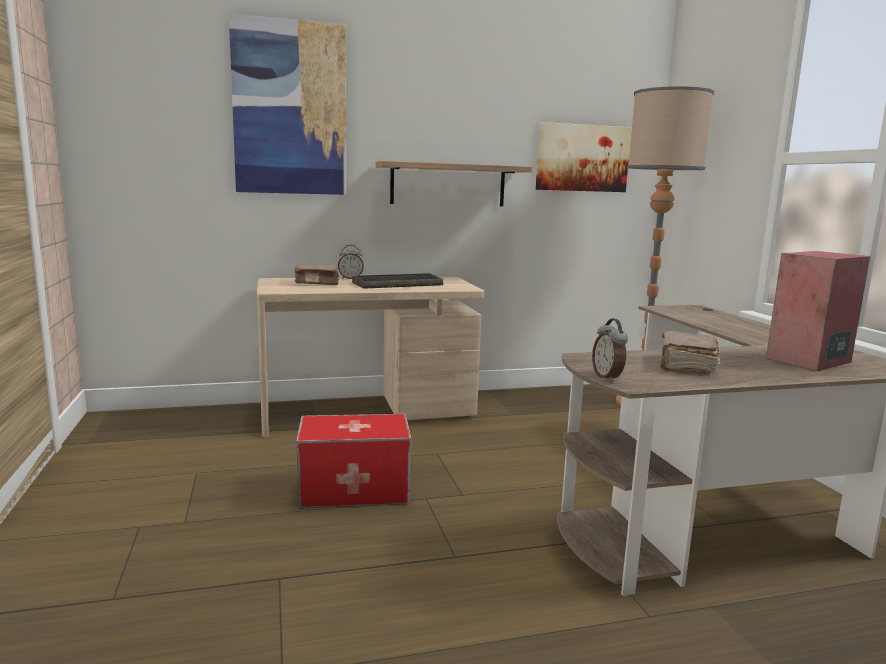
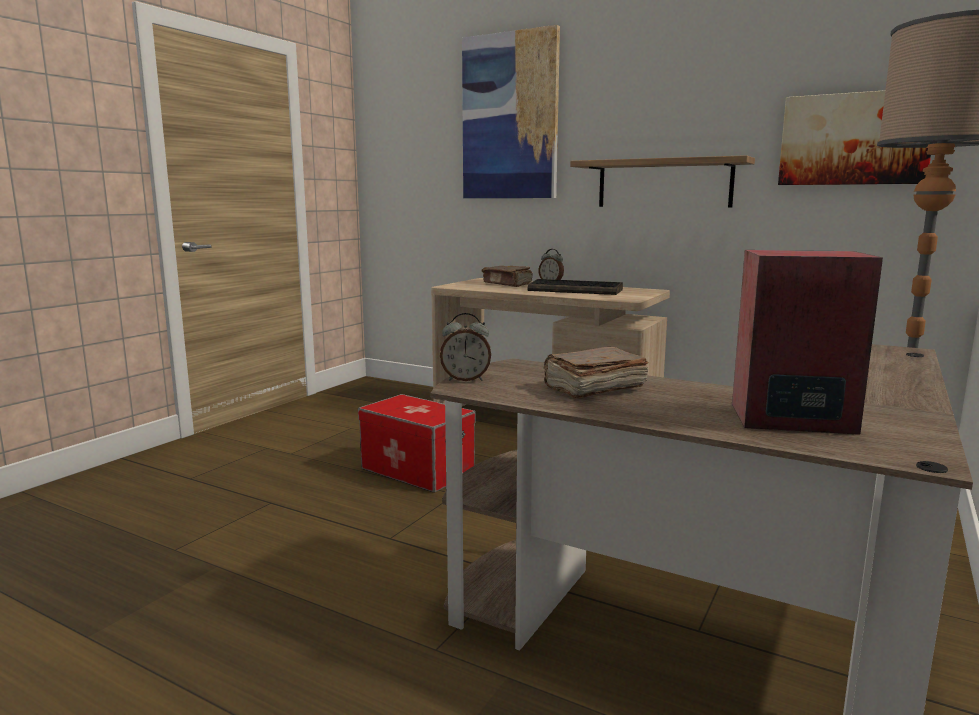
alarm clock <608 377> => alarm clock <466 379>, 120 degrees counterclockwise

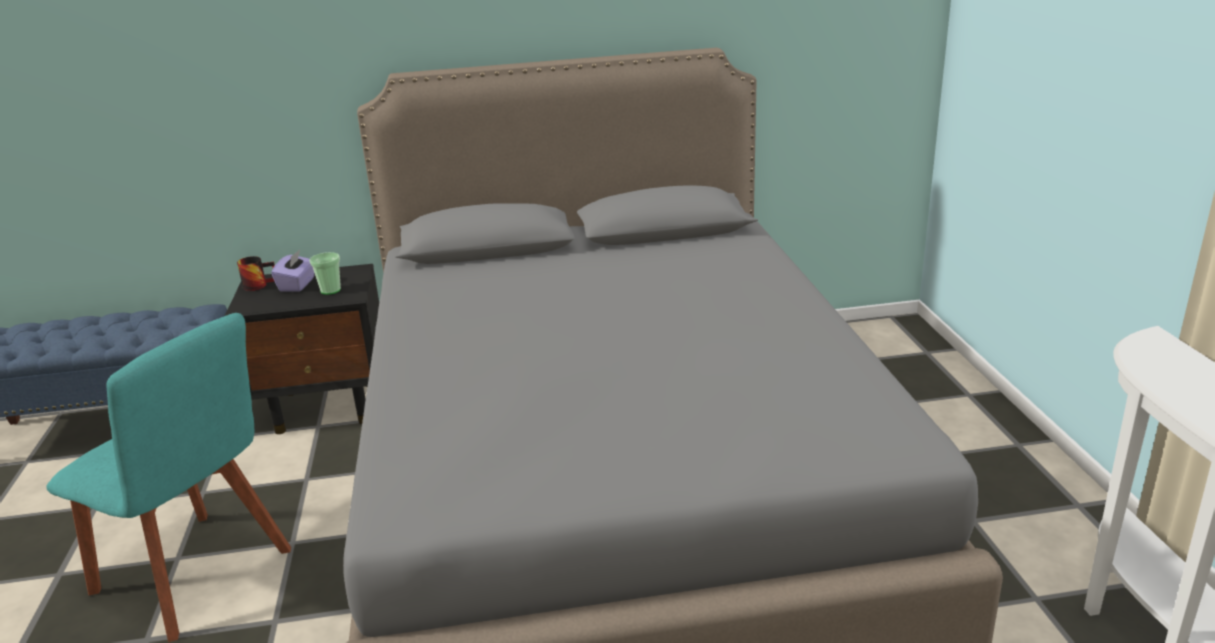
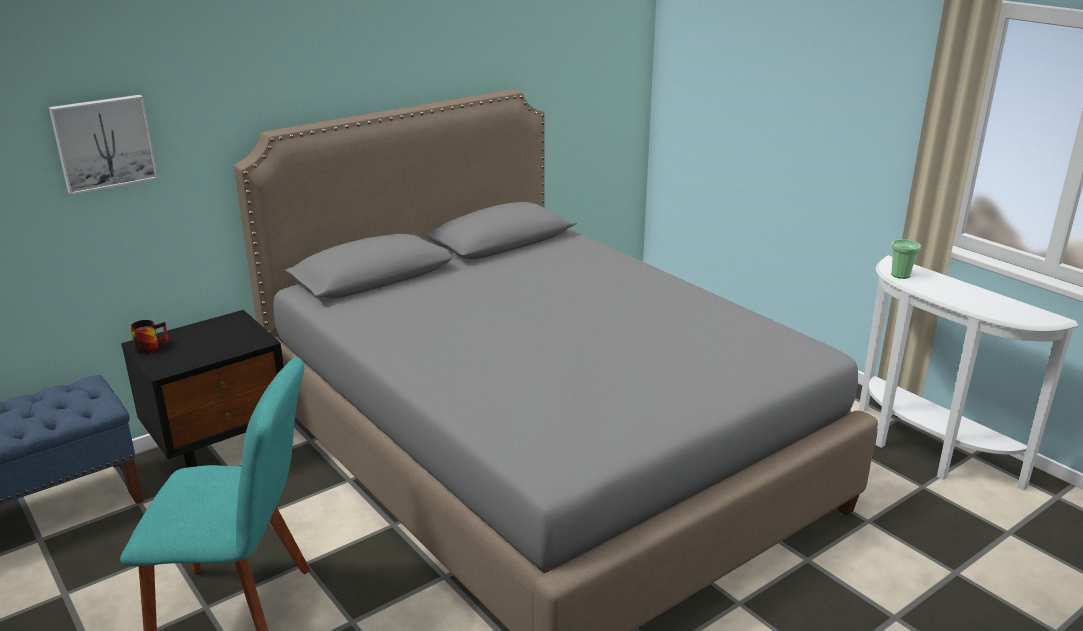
nothing => picture <103 143>
cup <330 290> => cup <900 275>, moved
purple tissue box <297 284> => nothing

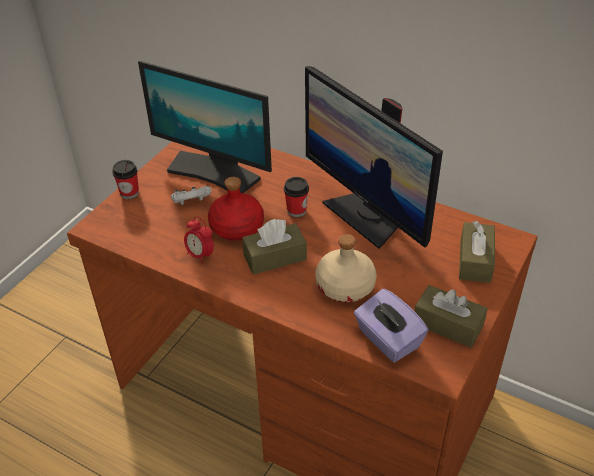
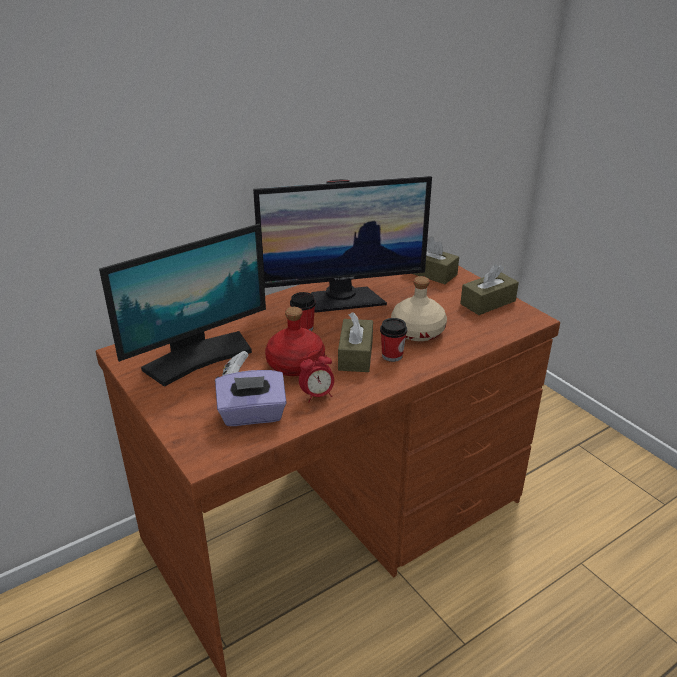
purple tissue box <388 340> => purple tissue box <252 415>, moved
cup <129 193> => cup <392 355>, moved

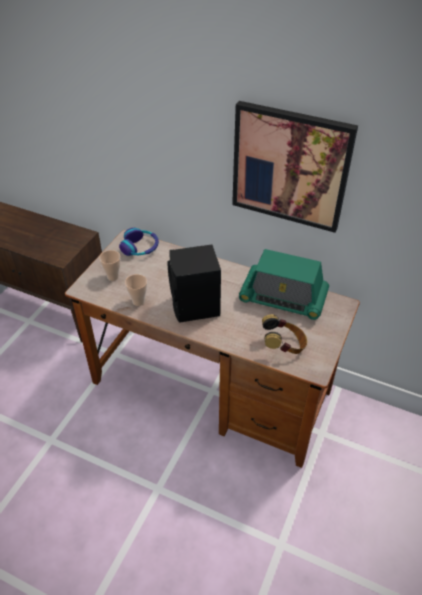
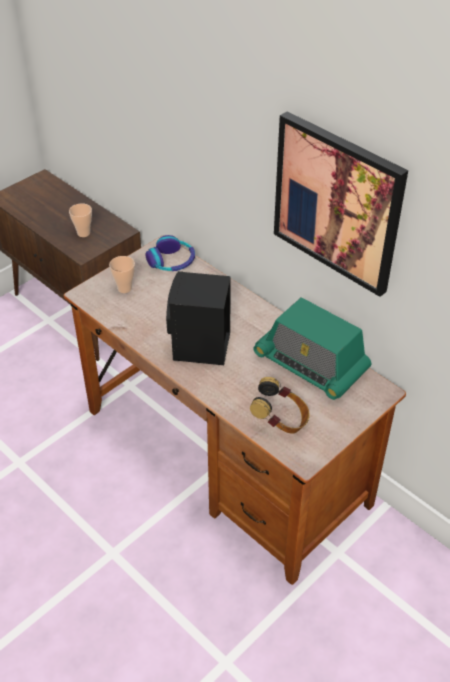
cup <138 301> => cup <83 233>, moved

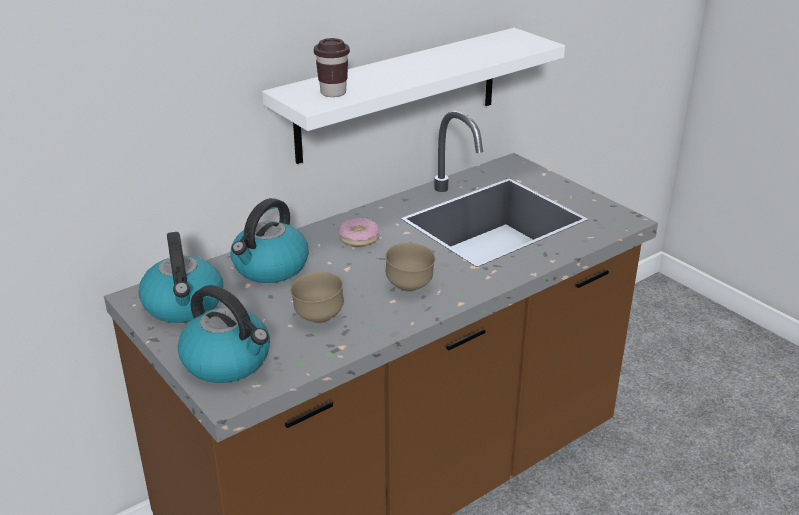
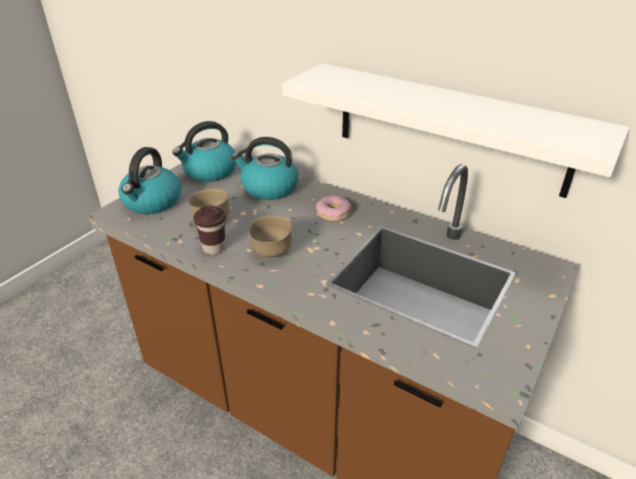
brown cup <333 93> => brown cup <214 248>, moved

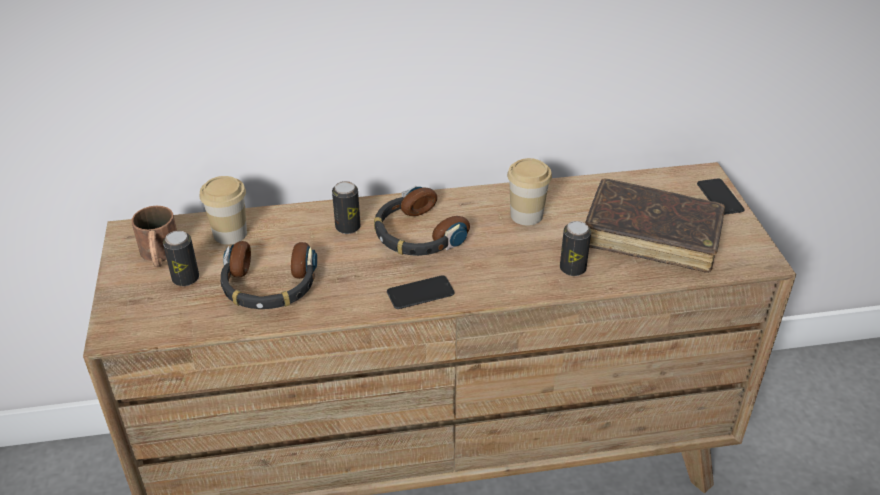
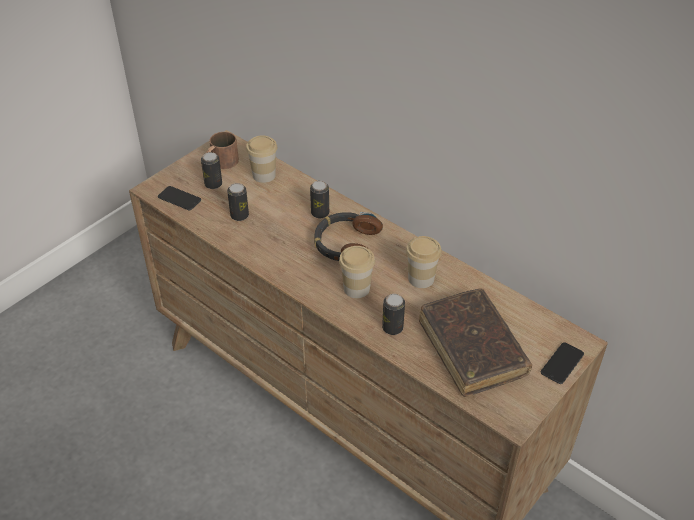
phone <420 293> => phone <179 199>, moved
headphones <269 286> => can <239 215>
nothing => cup <356 288>

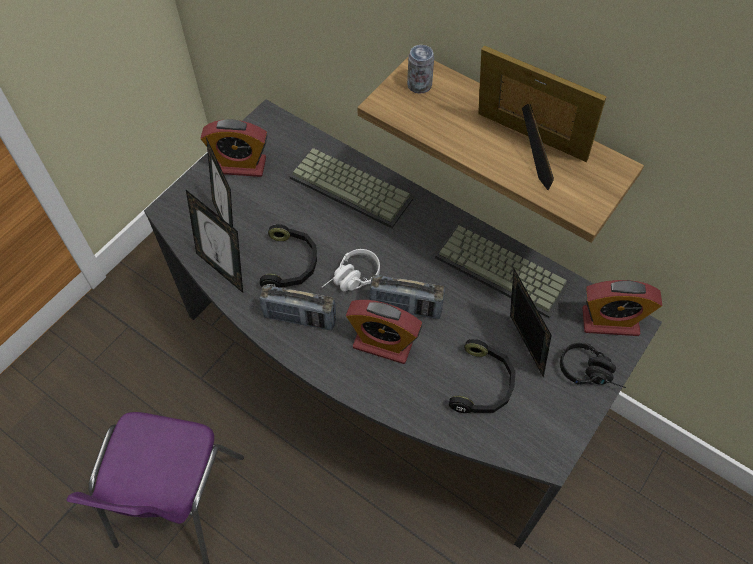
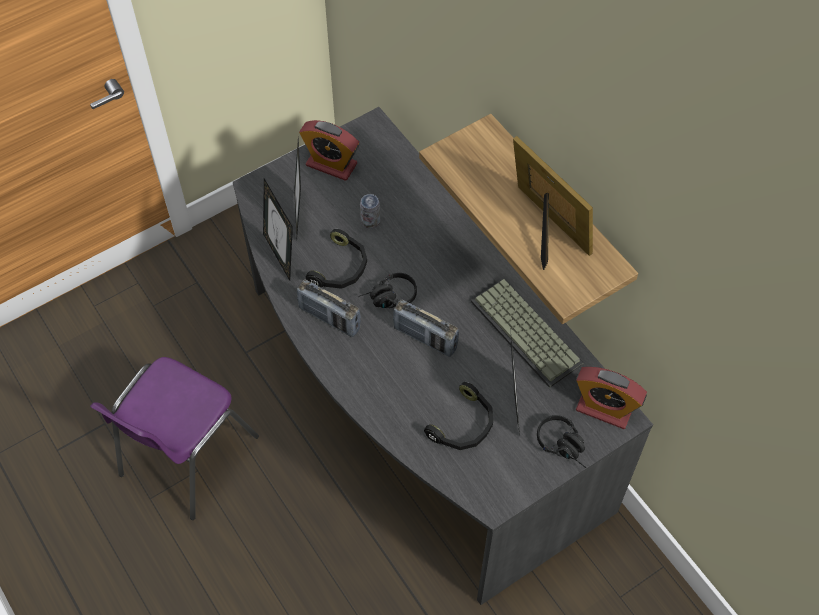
white headphones <351 280> => black headphones <388 299>
can <419 85> => can <370 221>, moved
keyboard <353 187> => nothing
alarm clock <383 343> => nothing

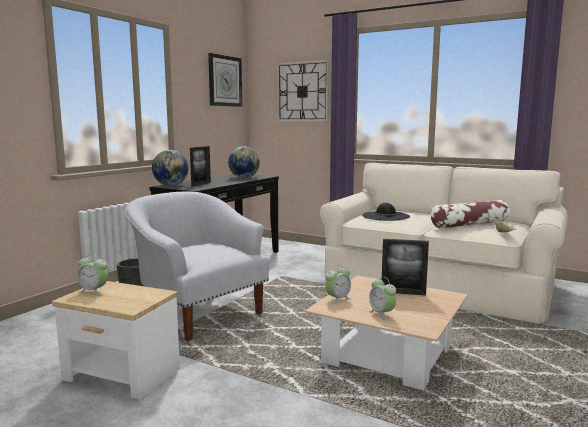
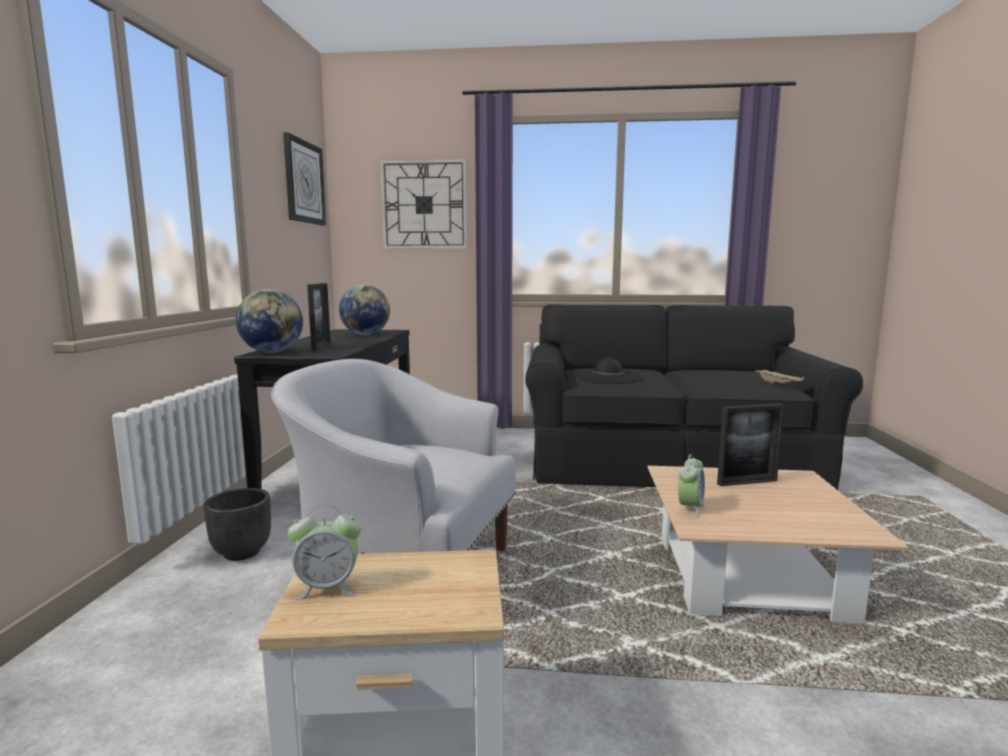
beige sofa <439 284> => black sofa <668 461>
alarm clock <381 314> => nothing
pillow <469 225> => nothing

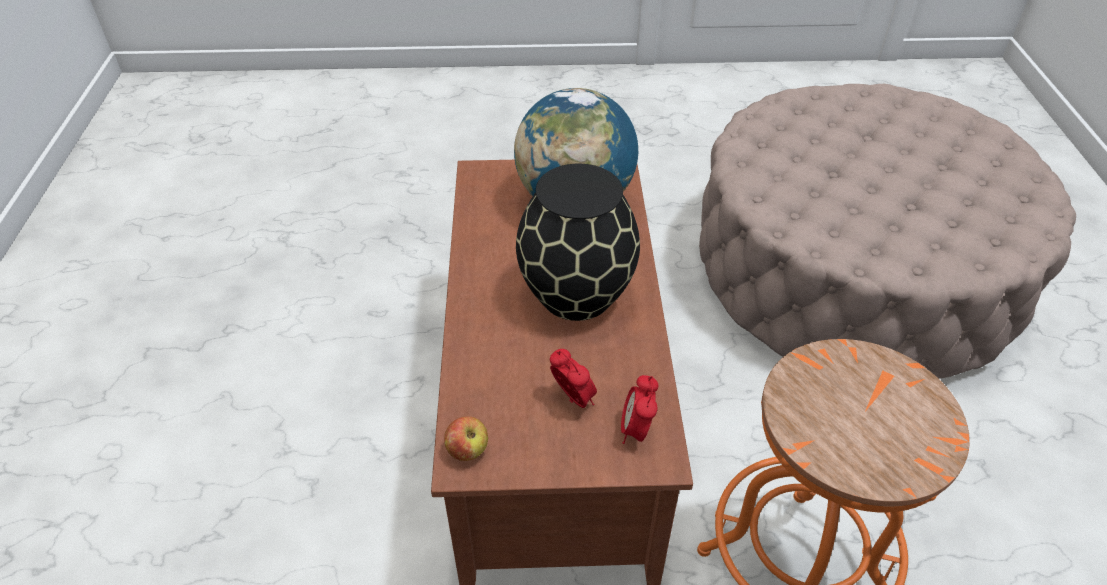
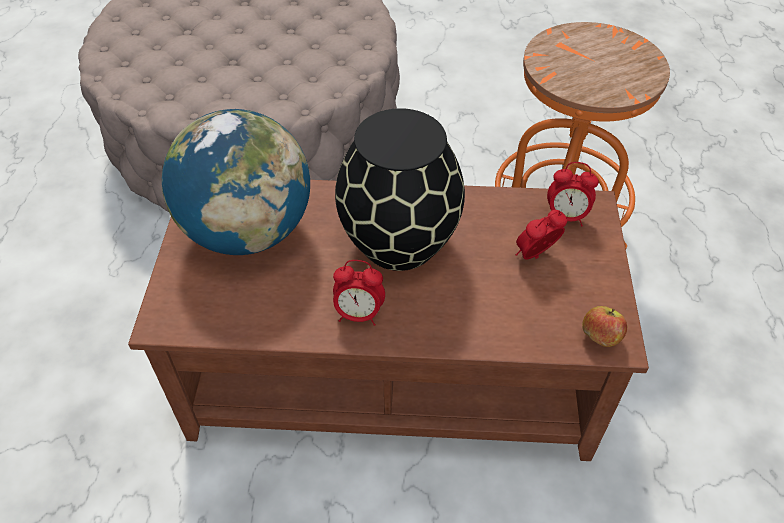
nothing => alarm clock <359 314>

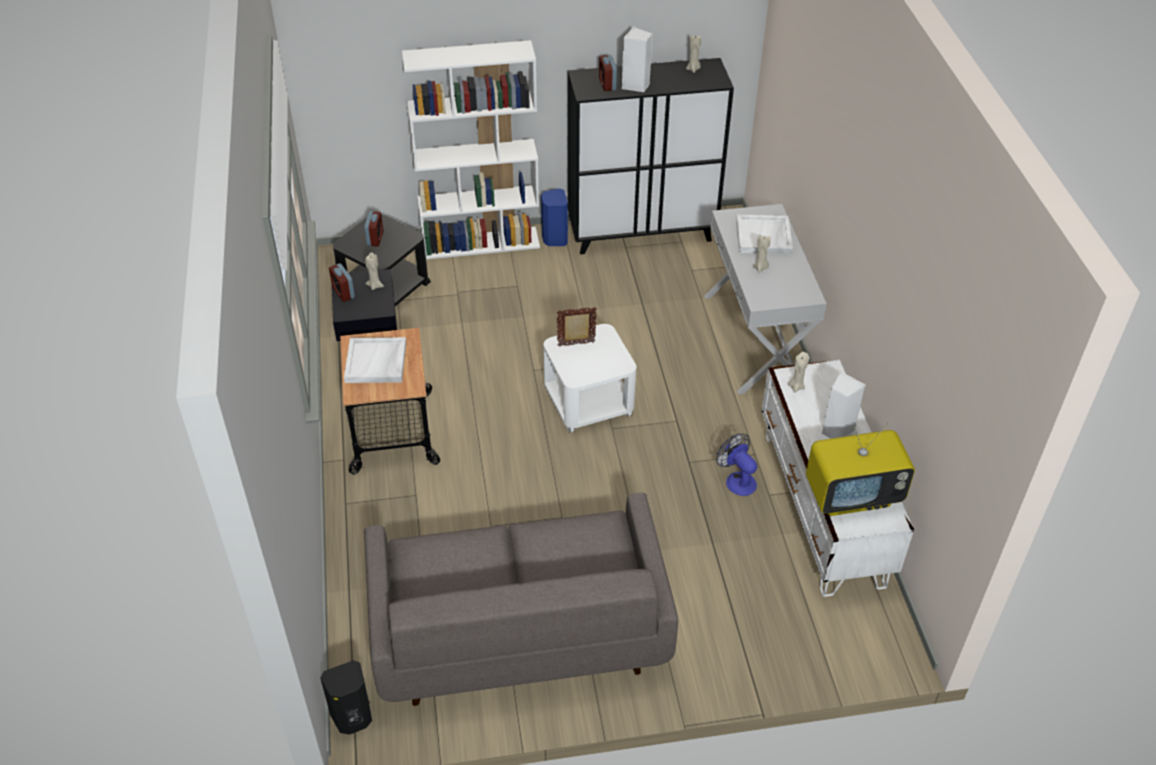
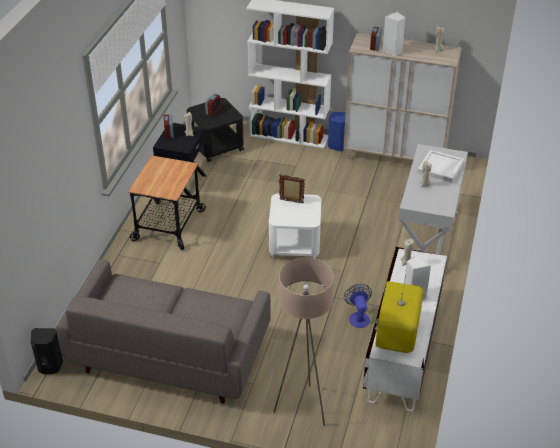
nothing => beige floor lamp <302 408>
black cabinet <642 233> => beige cabinet <395 157>
television <853 495> => television <397 335>, 90 degrees clockwise
white tray <376 363> => nothing

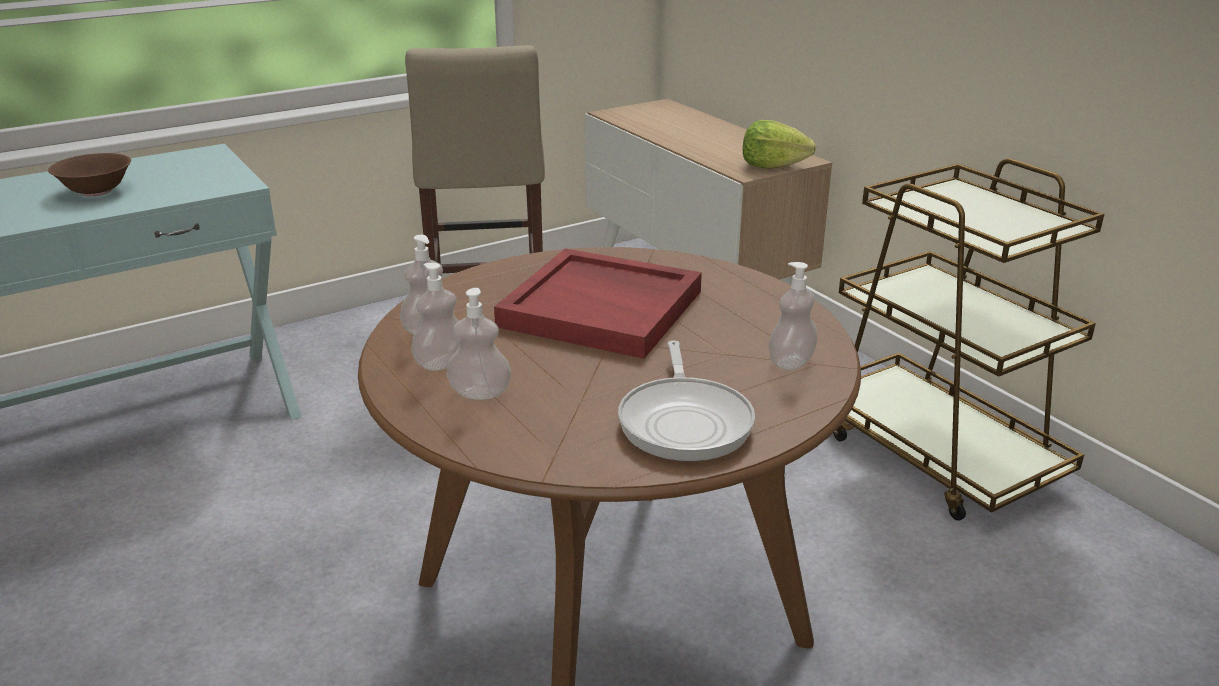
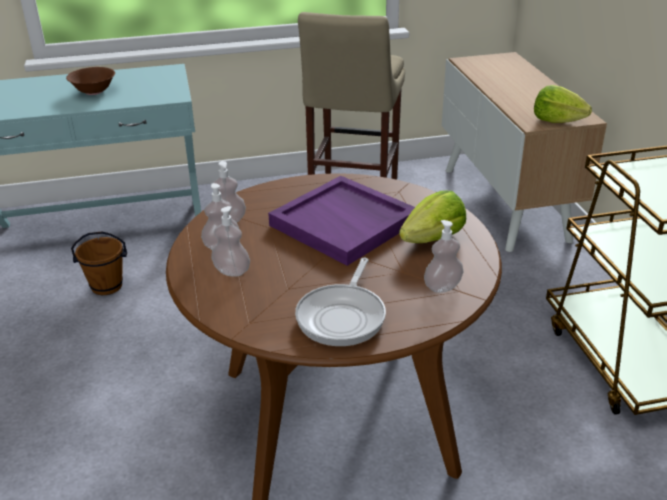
nothing => brown bucket <106 287>
red tray <603 308> => purple tray <345 223>
nothing => lettuce <433 239>

